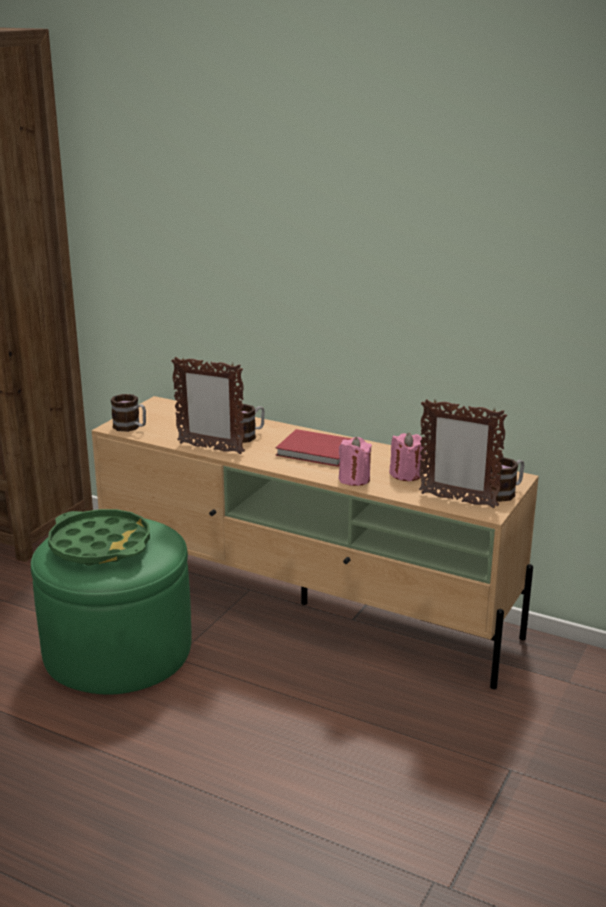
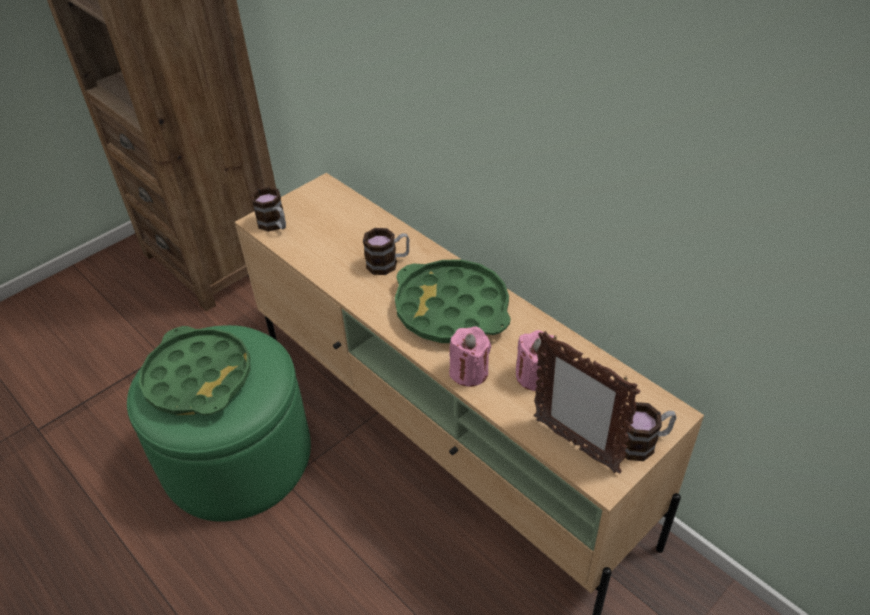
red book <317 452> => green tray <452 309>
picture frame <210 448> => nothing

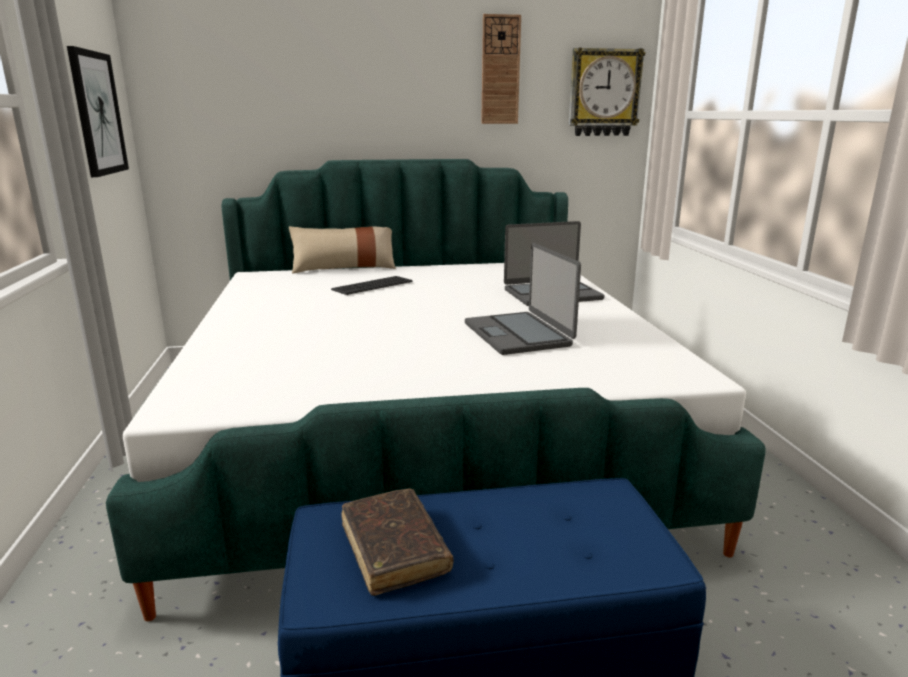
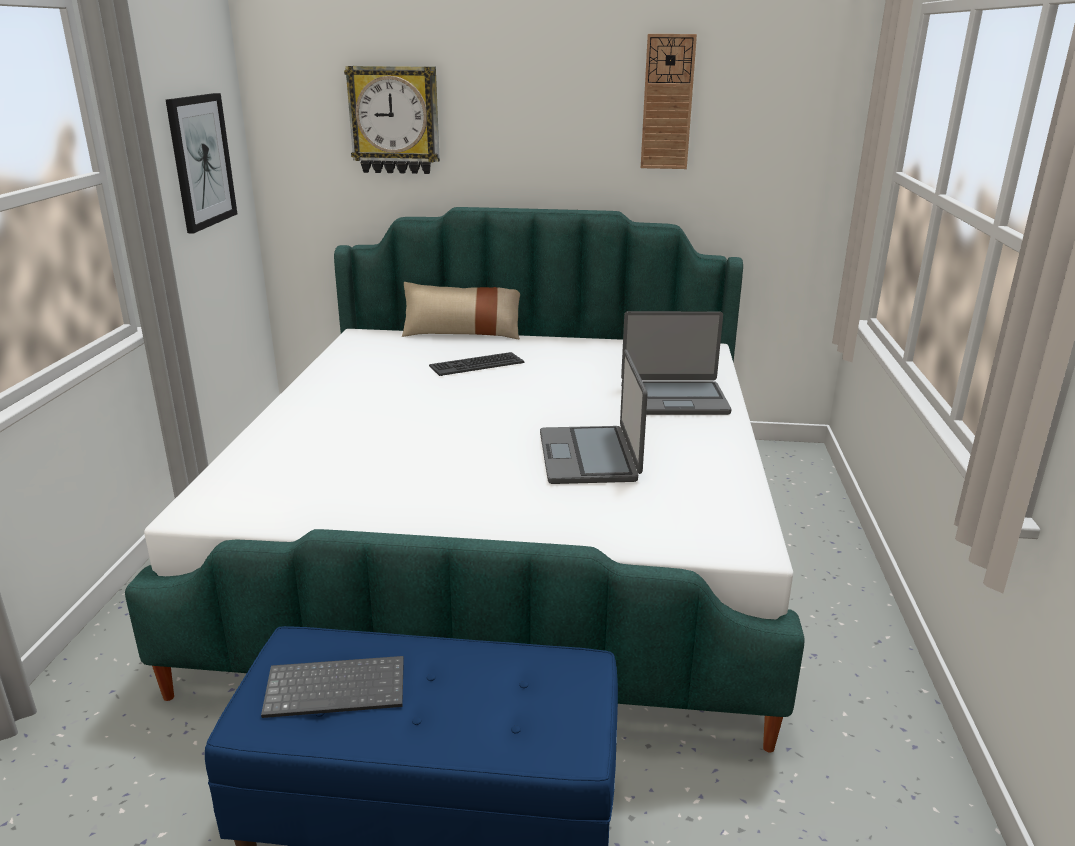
brown book <394 549> => keyboard <337 687>
wall clock <604 93> => wall clock <394 120>, moved

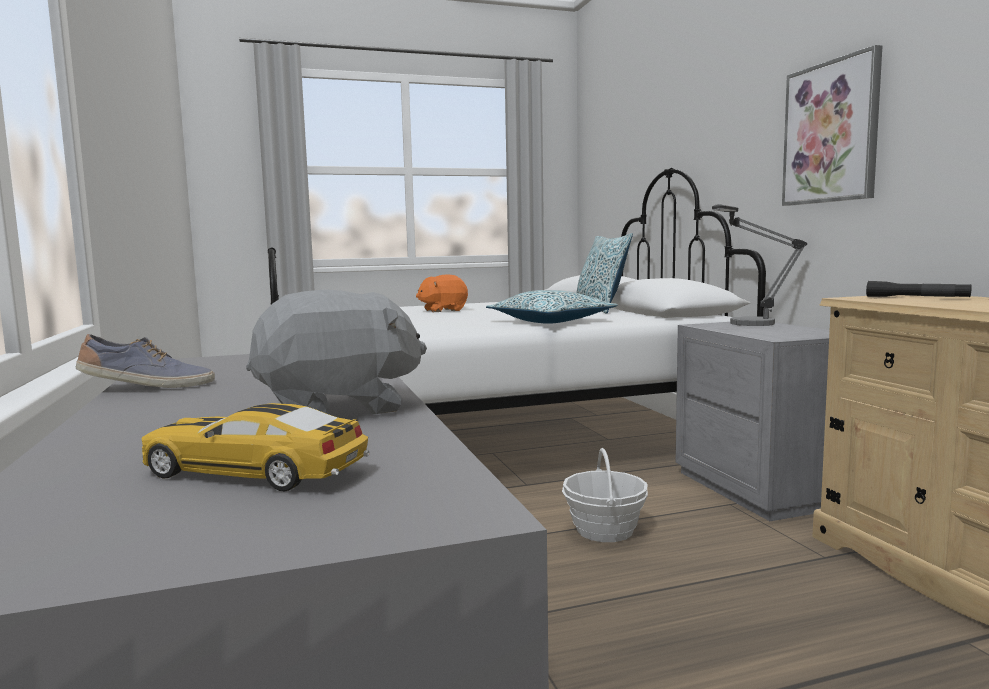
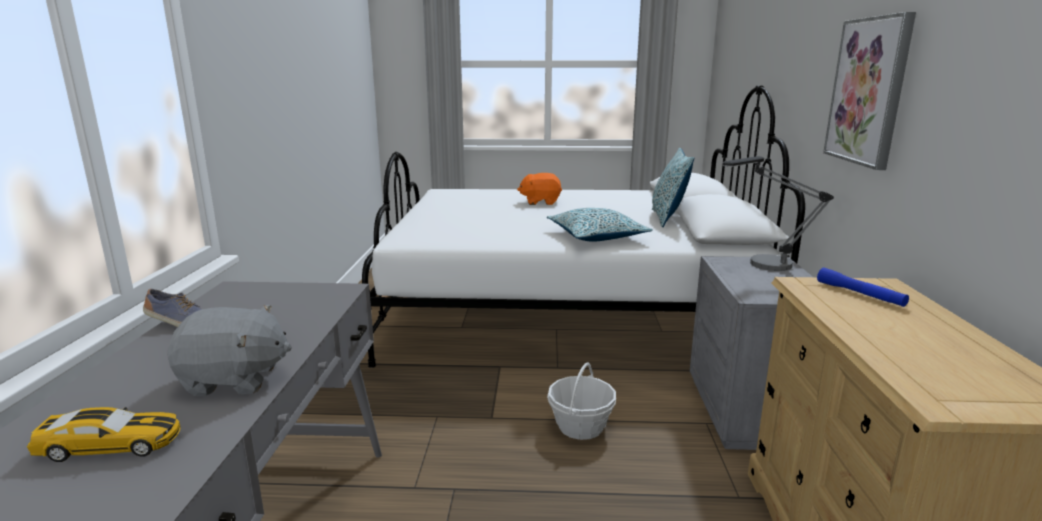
toy car <252 471> => toy car <111 445>, 135 degrees clockwise
black flashlight <916 298> => blue flashlight <859 294>

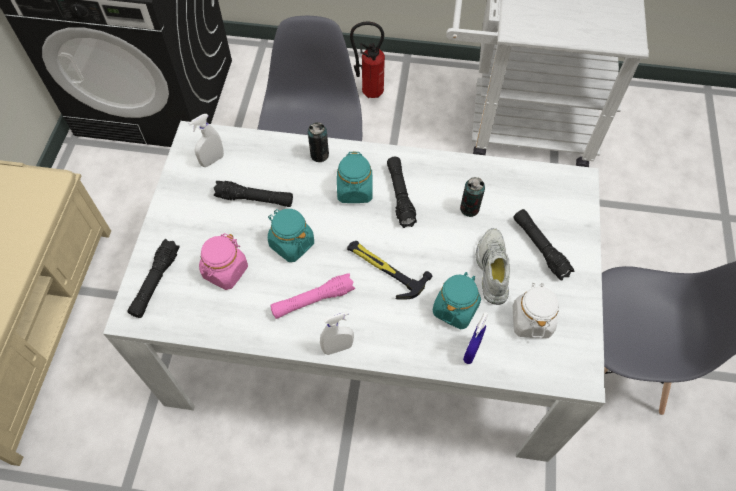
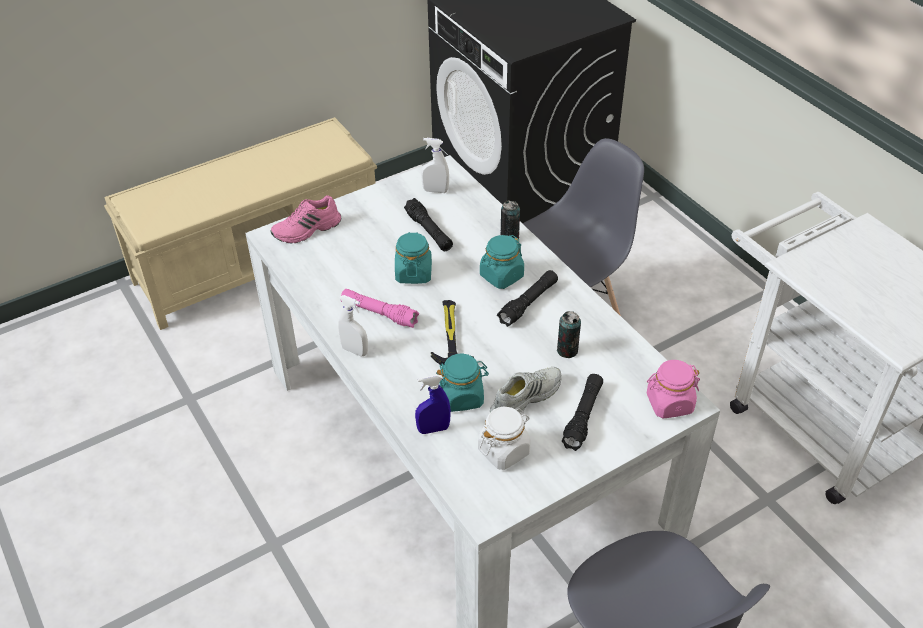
black flashlight <155 282> => pink shoe <307 230>
pink jar <225 271> => pink jar <669 403>, moved
fire extinguisher <369 92> => nothing

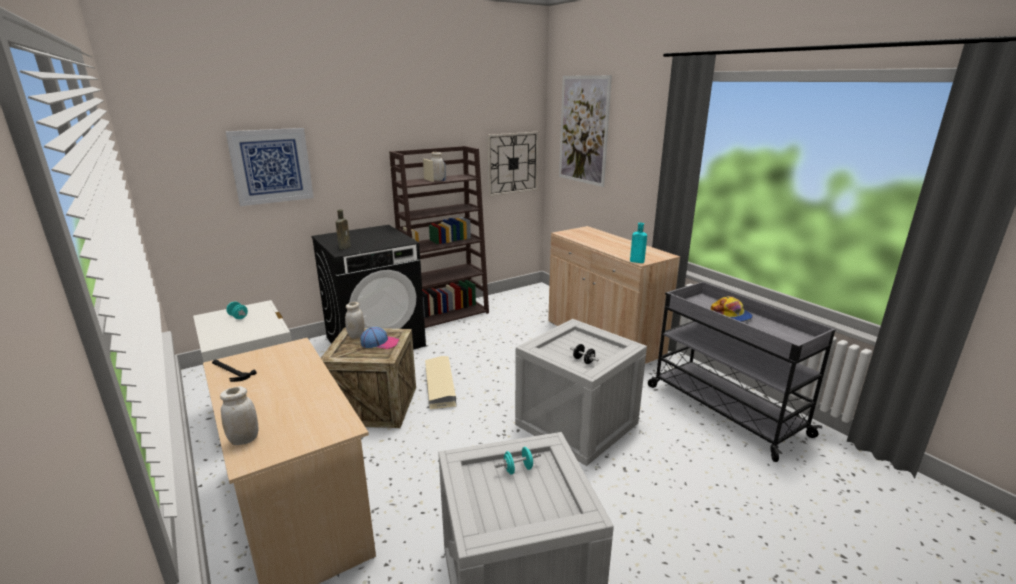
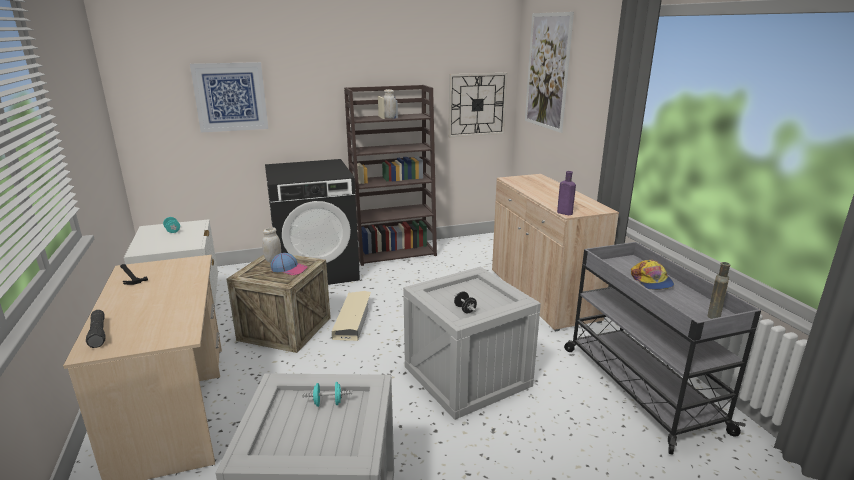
white jar <244 439> => black flashlight <98 334>
turquoise bottle <636 261> => purple bottle <563 213>
brown bottle <345 247> => brown bottle <714 314>, moved

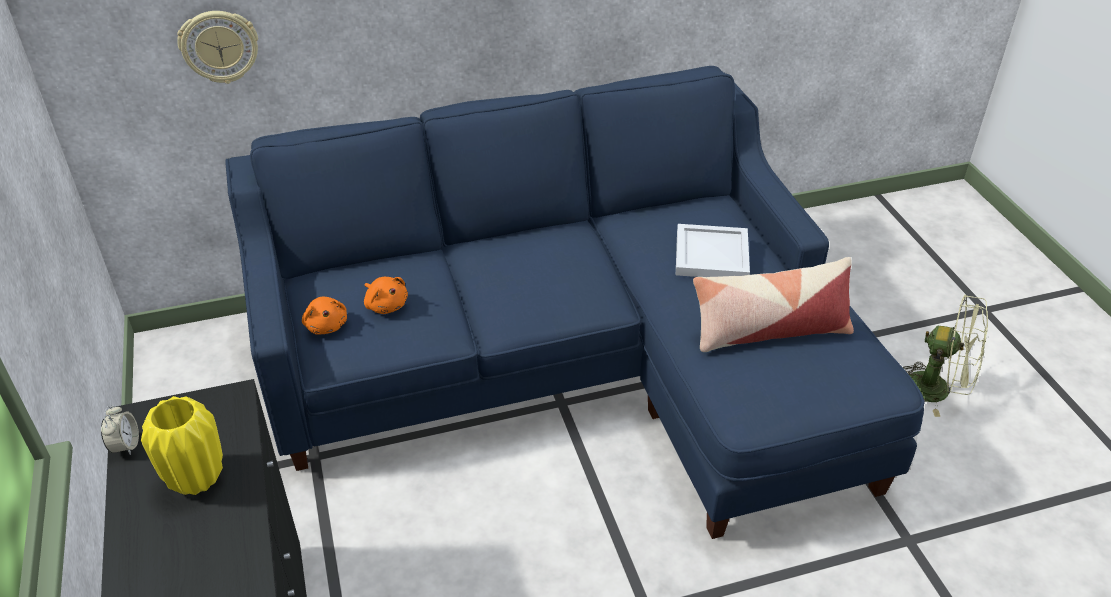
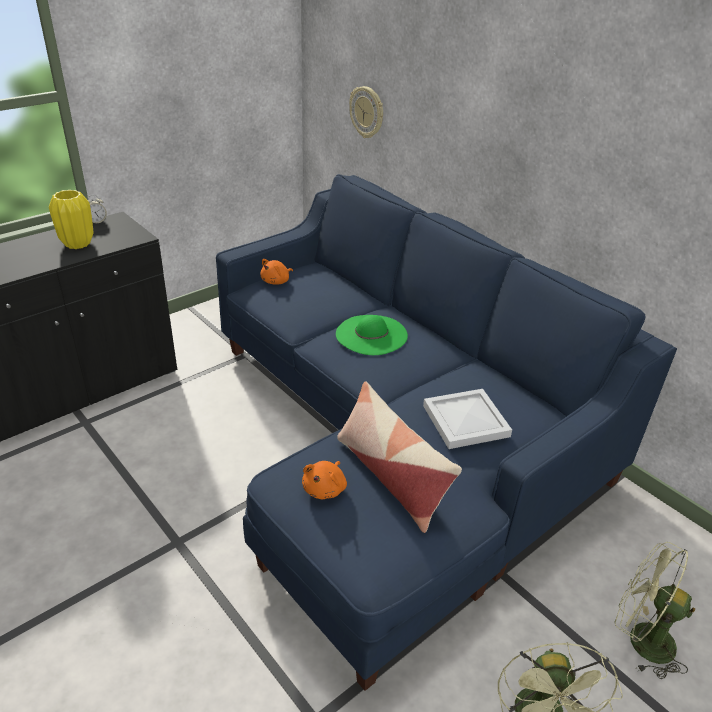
orange plush toy <386 305> => orange plush toy <325 488>, moved
nothing => green hat <371 334>
nothing => green fan <640 639>

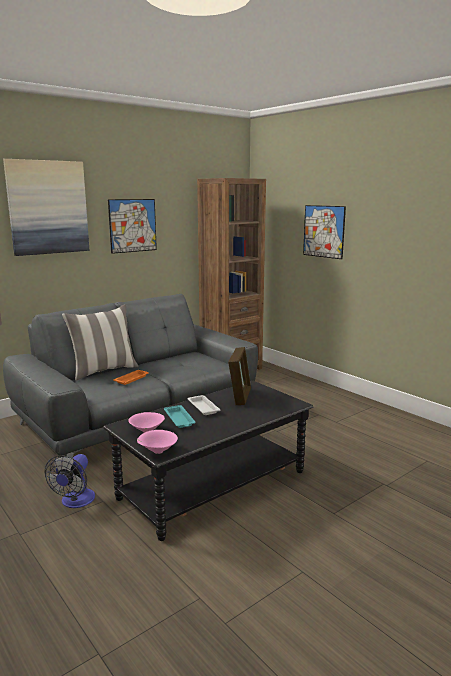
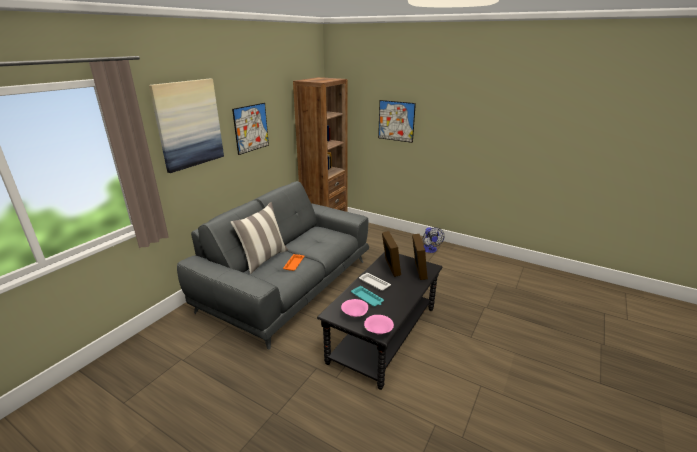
nothing => picture frame <418 270>
fan <75 502> => fan <429 250>, moved

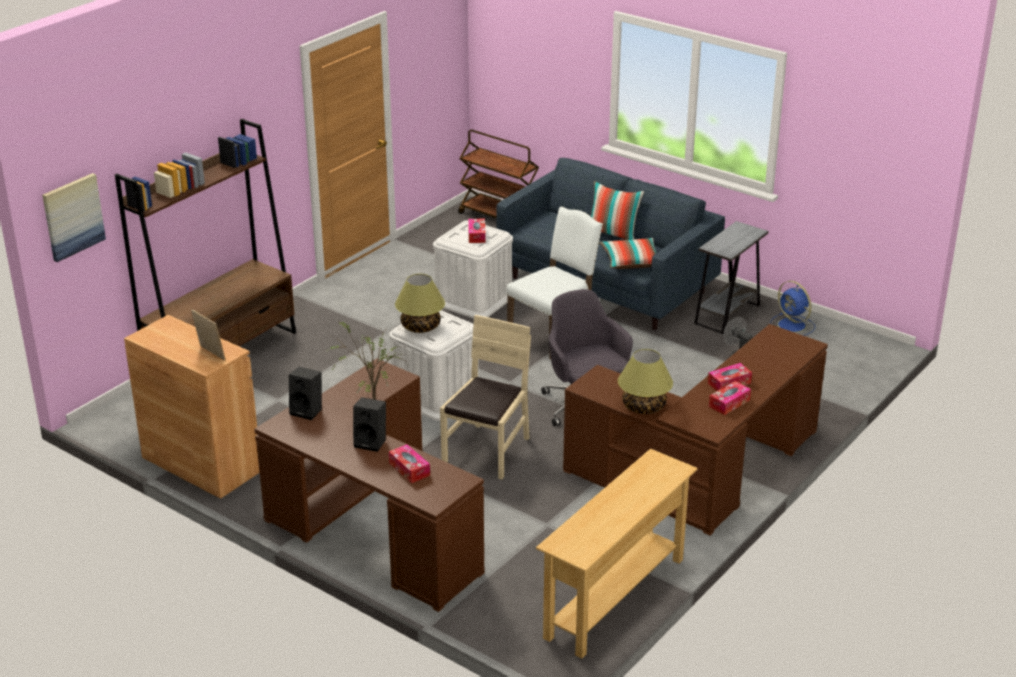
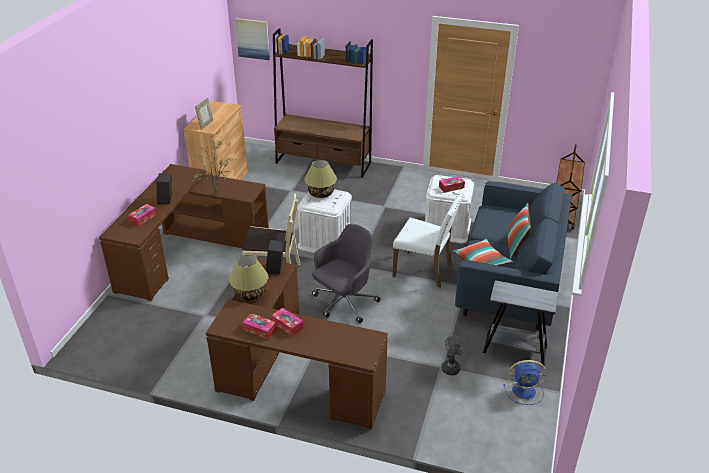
black speaker <308 411> => black speaker <276 269>, moved
blue fan <792 326> => blue fan <525 391>, 120 degrees counterclockwise
beige console table <615 598> => nothing

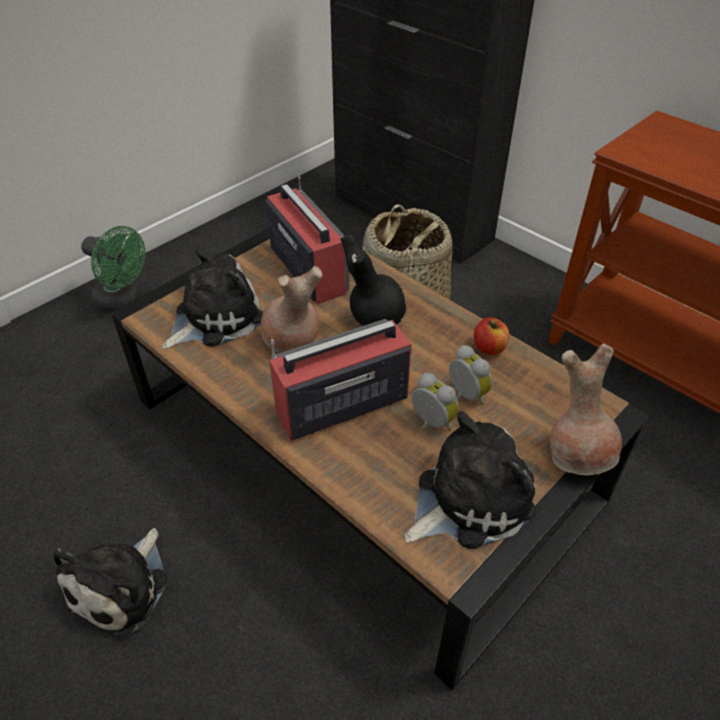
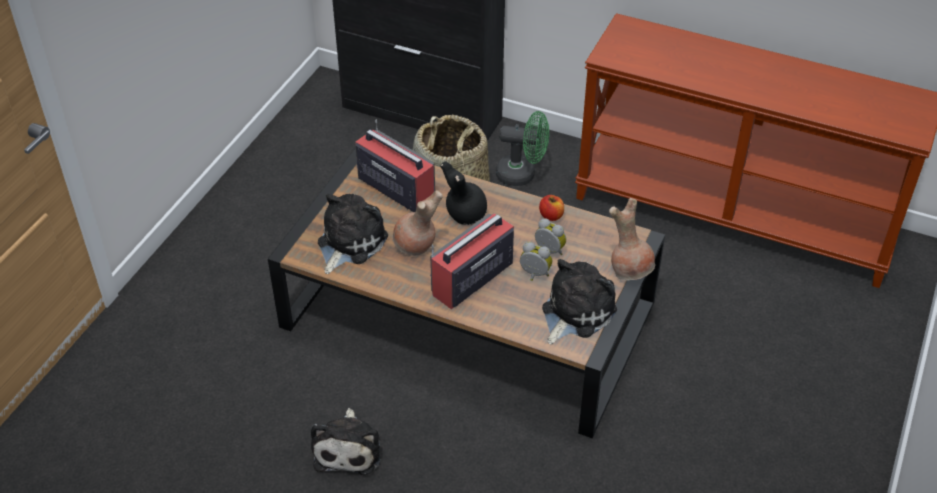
green fan <123 301> => green fan <522 174>, moved

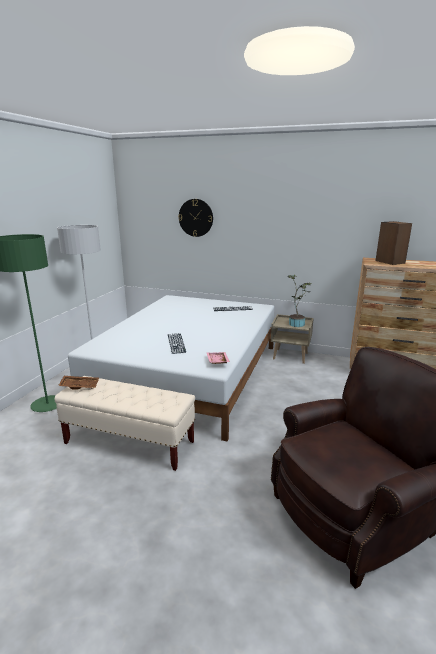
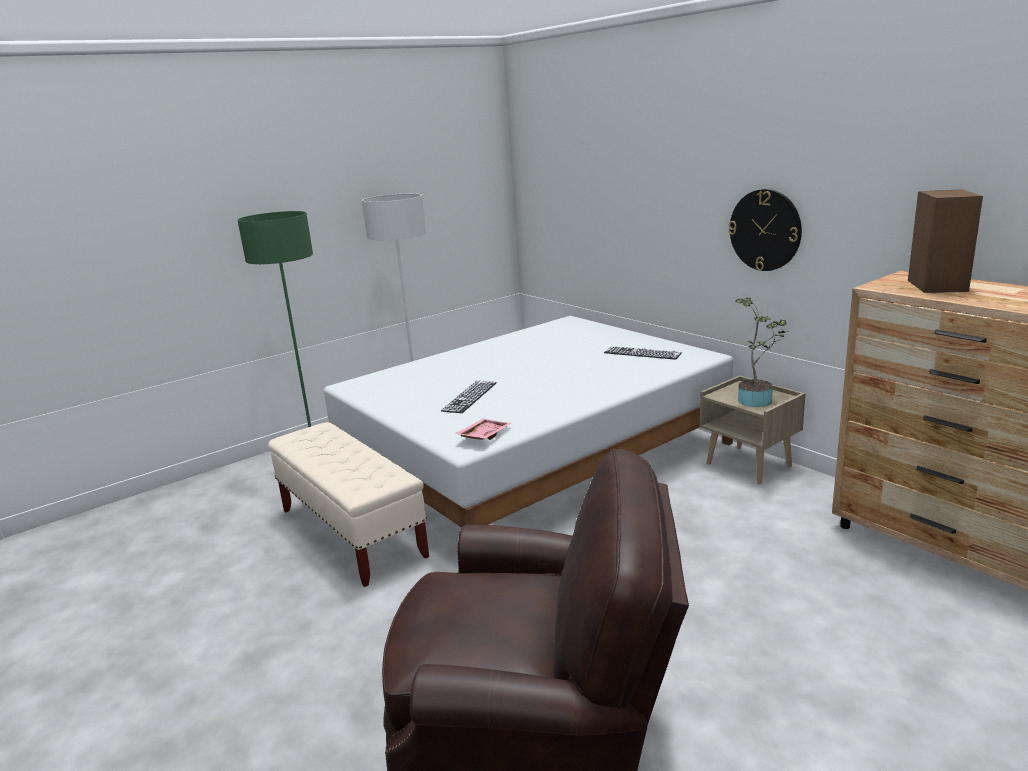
wall clock <196 218> => wall clock <765 230>, moved
brown tray <80 386> => nothing

